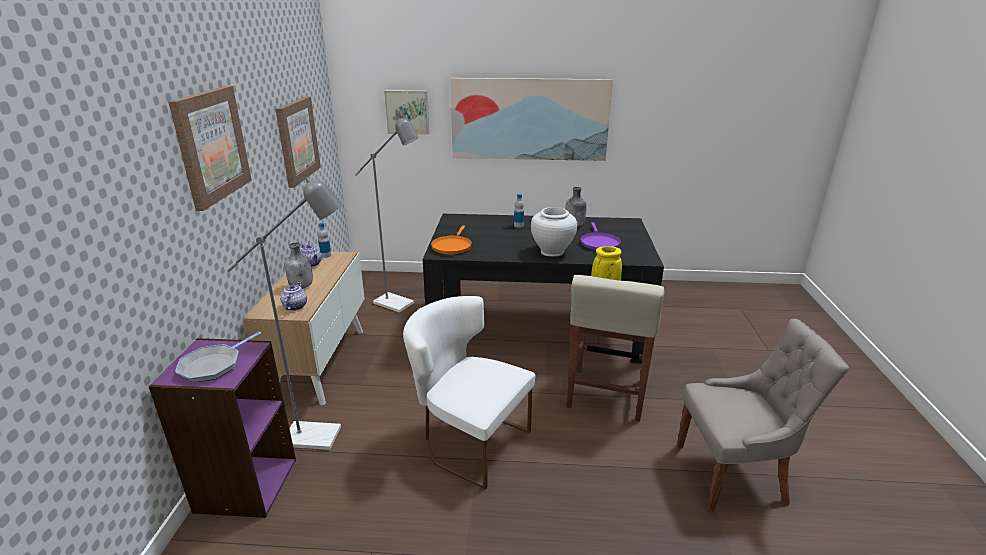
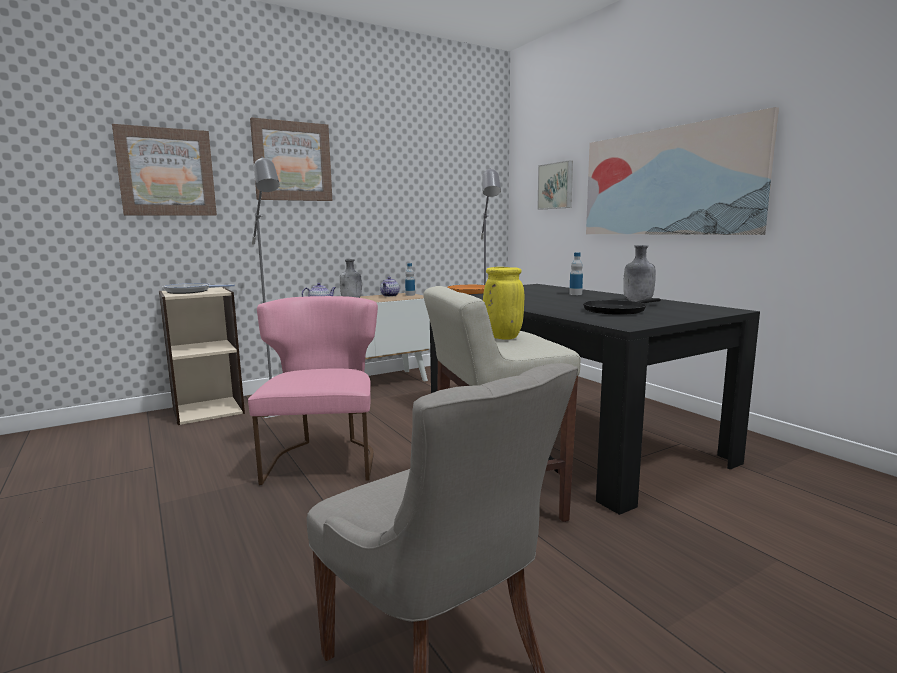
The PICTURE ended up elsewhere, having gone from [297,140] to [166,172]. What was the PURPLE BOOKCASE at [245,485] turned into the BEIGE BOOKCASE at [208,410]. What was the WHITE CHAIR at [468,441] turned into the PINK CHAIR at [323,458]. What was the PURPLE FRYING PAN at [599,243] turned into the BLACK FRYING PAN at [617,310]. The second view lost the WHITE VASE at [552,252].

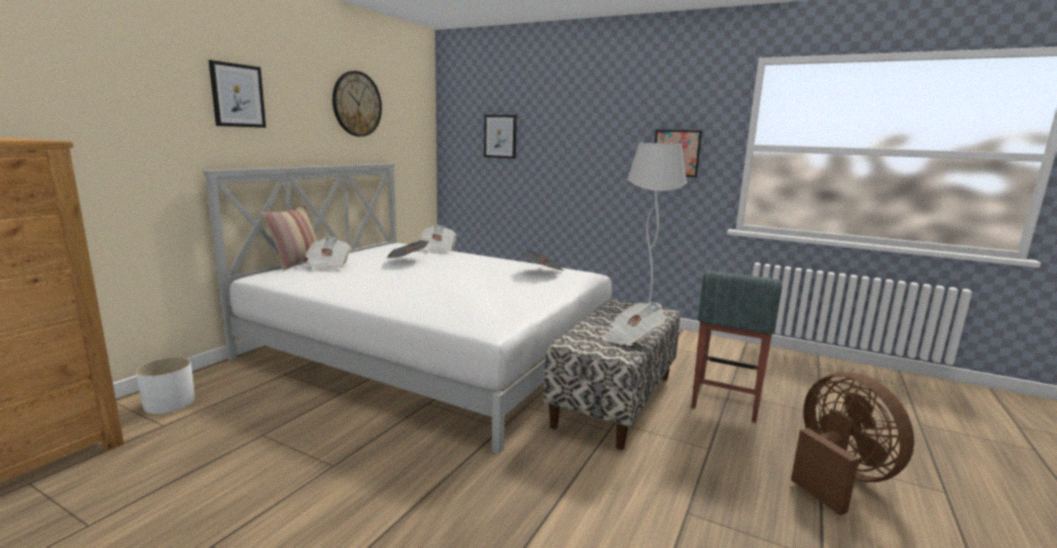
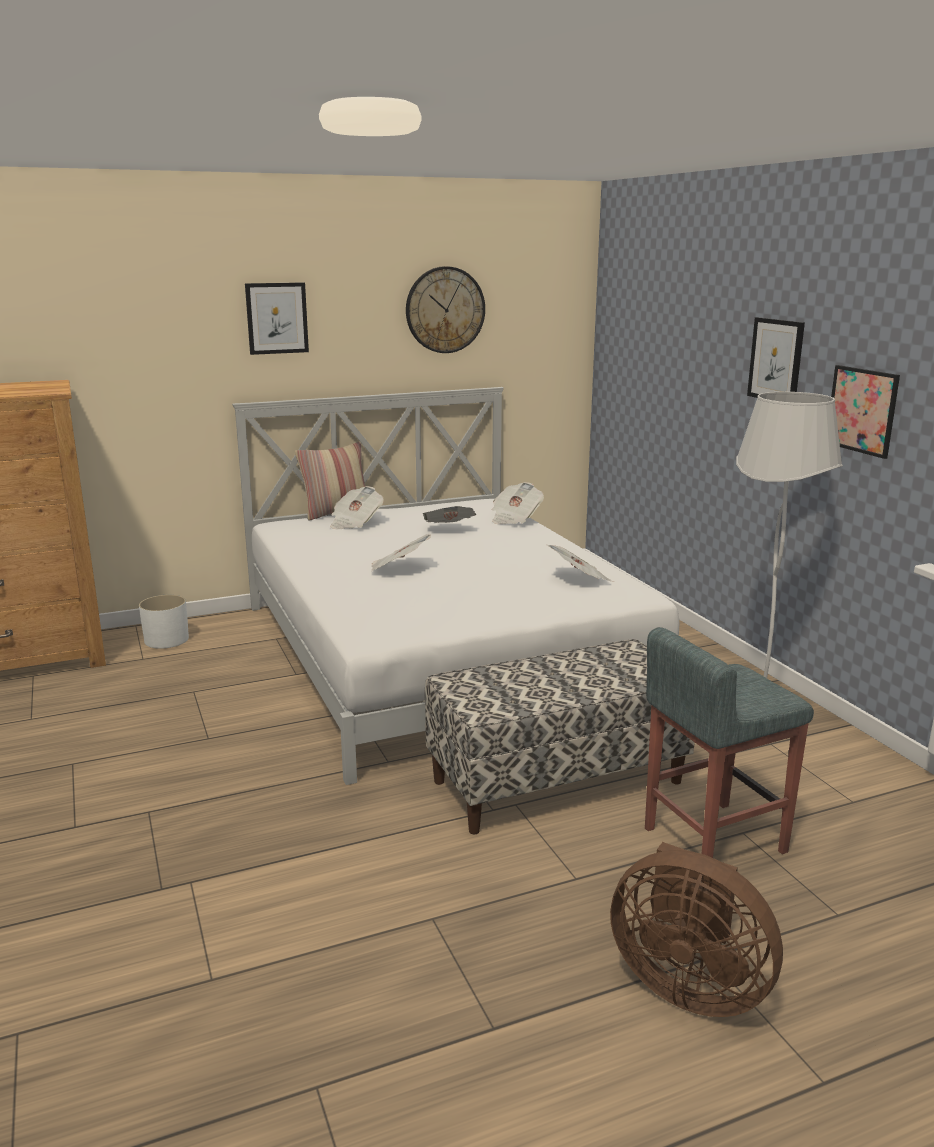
The NEWSPAPER ended up elsewhere, having gone from [631,339] to [399,569]. The BROWN FAN at [837,477] ended up facing another way, 105 degrees clockwise from before. The PICTURE ended up elsewhere, having gone from [500,136] to [776,360].

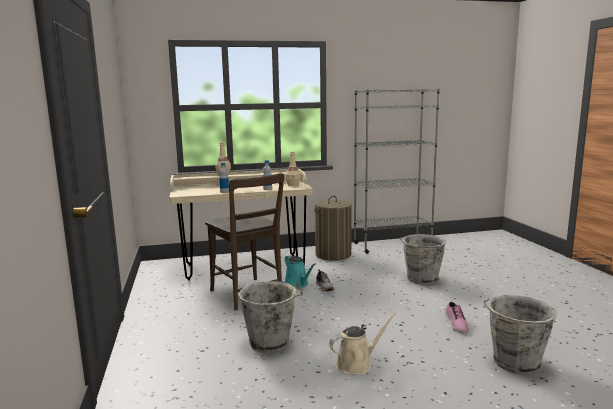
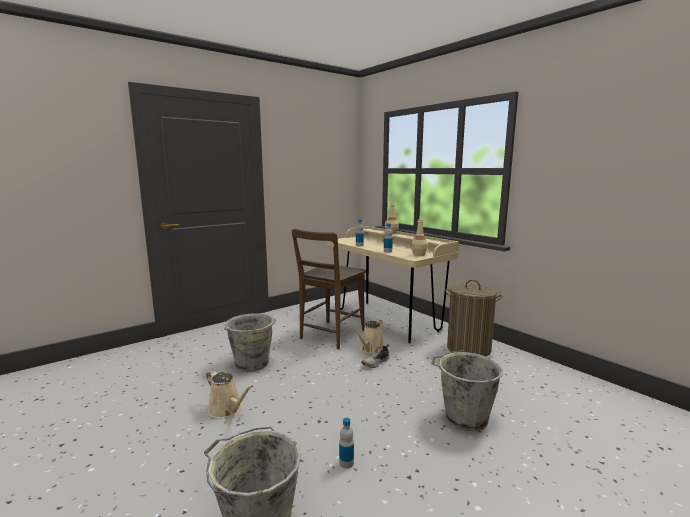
Where the SHOE stood at [456,323], the BOTTLE came to stand at [346,463]. What was the TURQUOISE WATERING CAN at [297,284] turned into the BEIGE WATERING CAN at [371,349]. The second view lost the GREY BOOKCASE at [392,245].

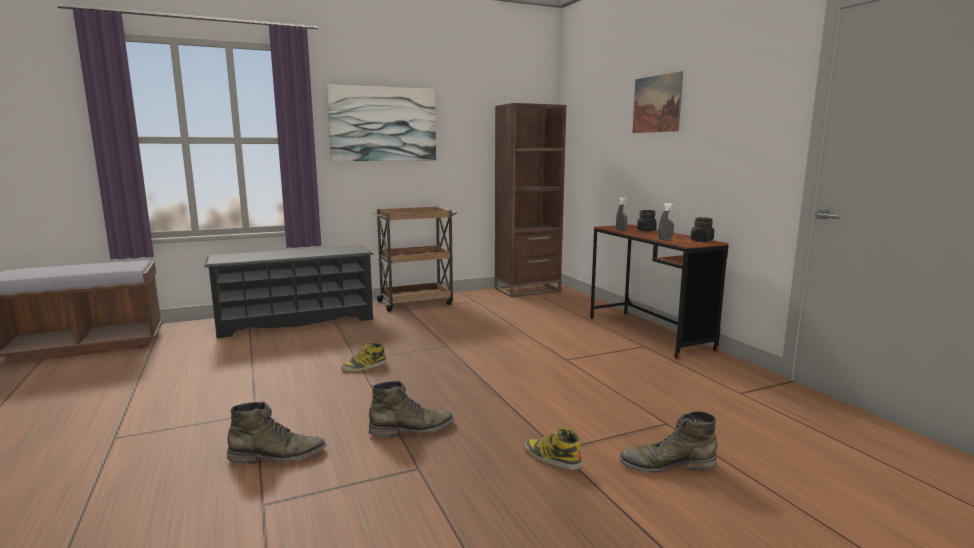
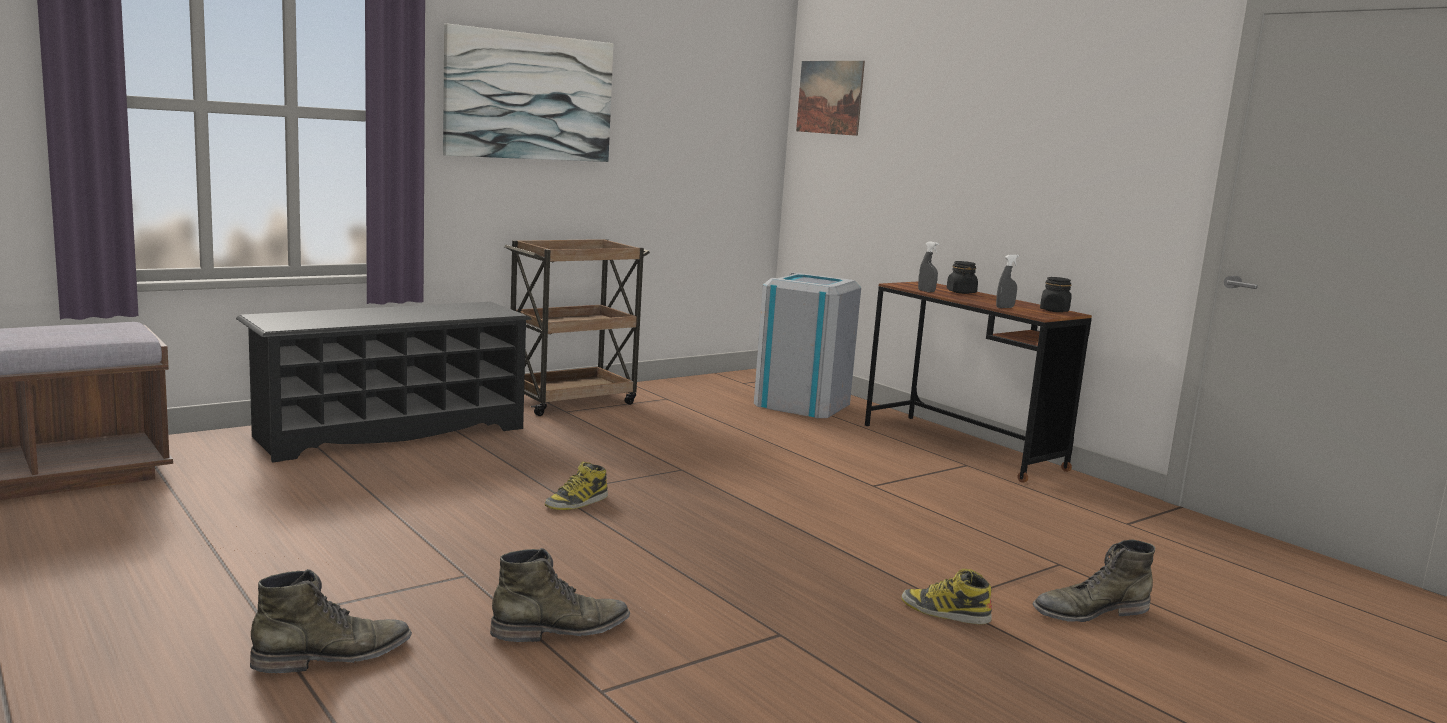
The GREEN BOOT ended up elsewhere, having gone from [412,429] to [334,656]. The second view gained the GREY TRASH CAN at [802,404]. The PICTURE ended up elsewhere, having gone from [656,104] to [829,97]. The second view lost the BROWN BOOKCASE at [527,290].

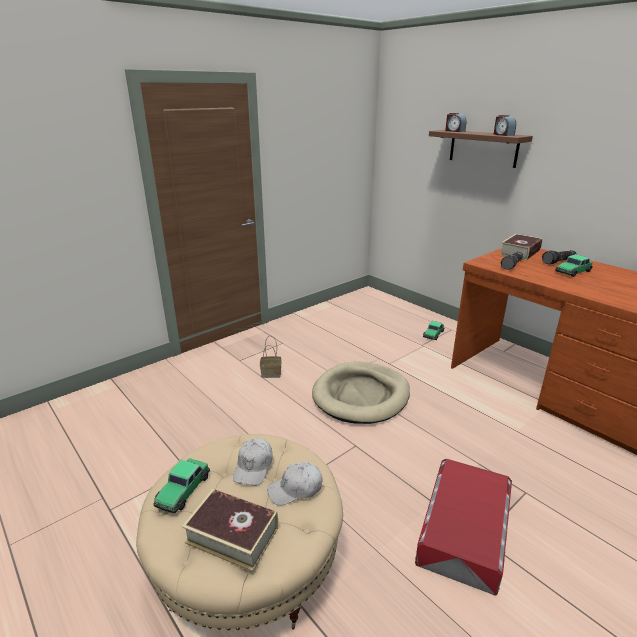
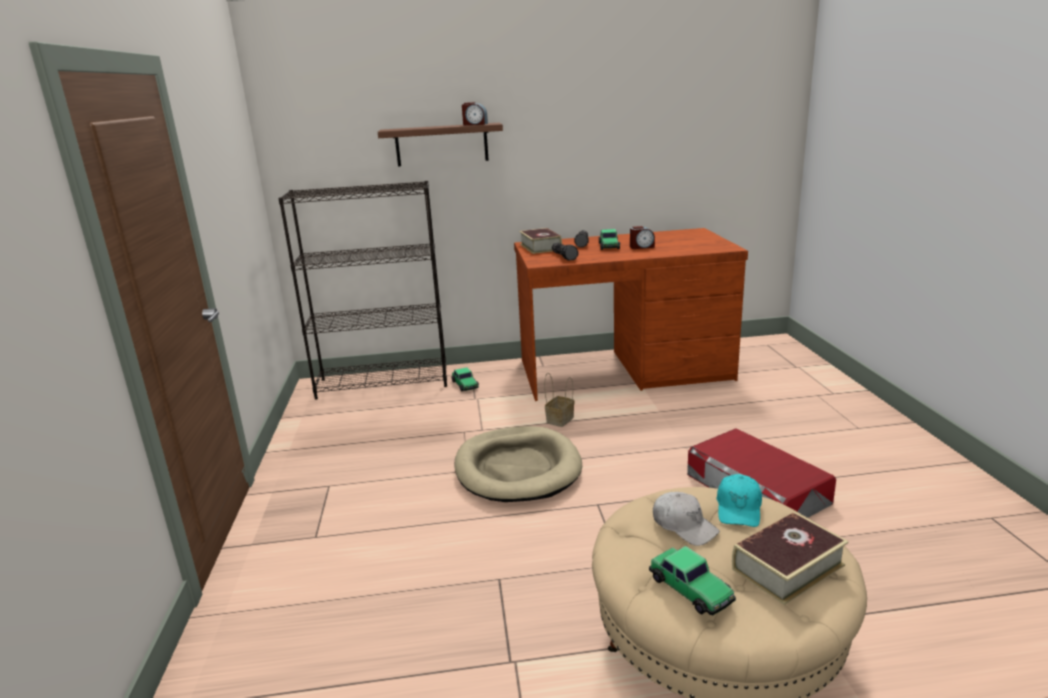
The second view gained the BLACK BOOKCASE at [384,382]. The BASKET ended up elsewhere, having gone from [272,373] to [560,419]. The ALARM CLOCK ended up elsewhere, having gone from [454,131] to [641,247]. What was the WHITE CAP at [295,489] turned into the TURQUOISE CAP at [739,509].

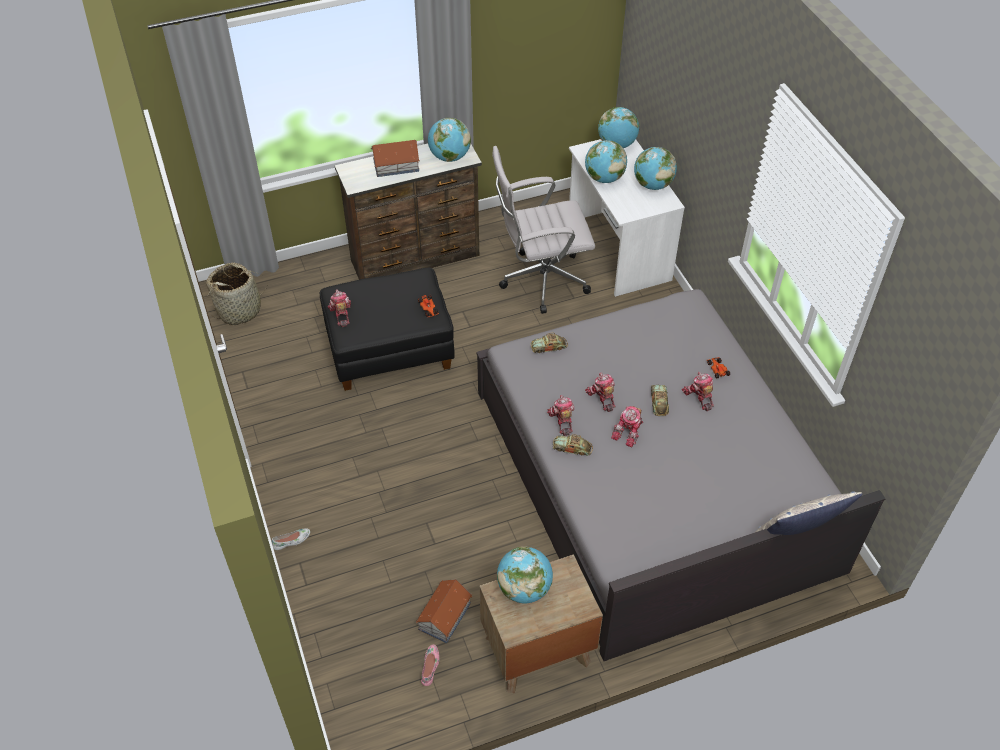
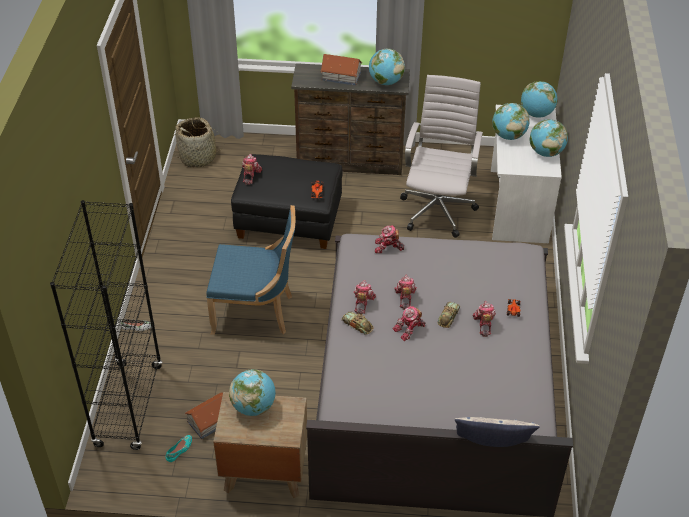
The second view gained the BLACK BOOKCASE at [128,406]. What was the PINK SHOE at [430,666] turned into the TURQUOISE SHOE at [179,450]. The second view gained the BLUE CHAIR at [256,312]. Where the TOY CAR stood at [549,346], the TOY ROBOT came to stand at [388,247]. The WHITE OFFICE CHAIR at [540,281] ended up facing another way, 90 degrees clockwise from before.

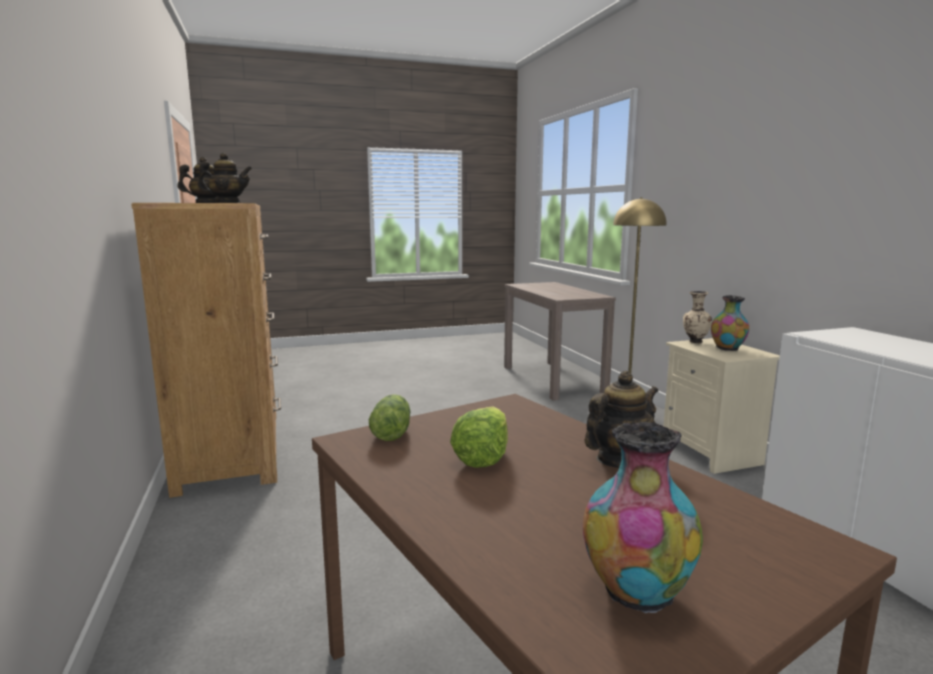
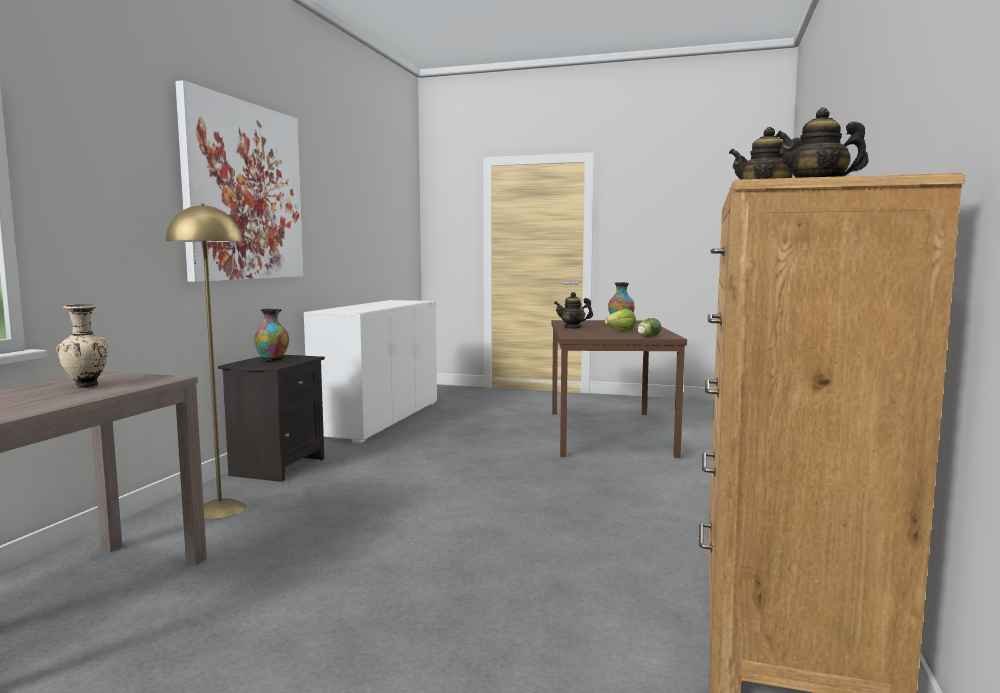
The BEIGE VASE ended up elsewhere, having gone from [694,342] to [86,386]. The second view gained the PICTURE at [244,192]. What was the BEIGE NIGHTSTAND at [713,453] turned into the BLACK NIGHTSTAND at [277,466].

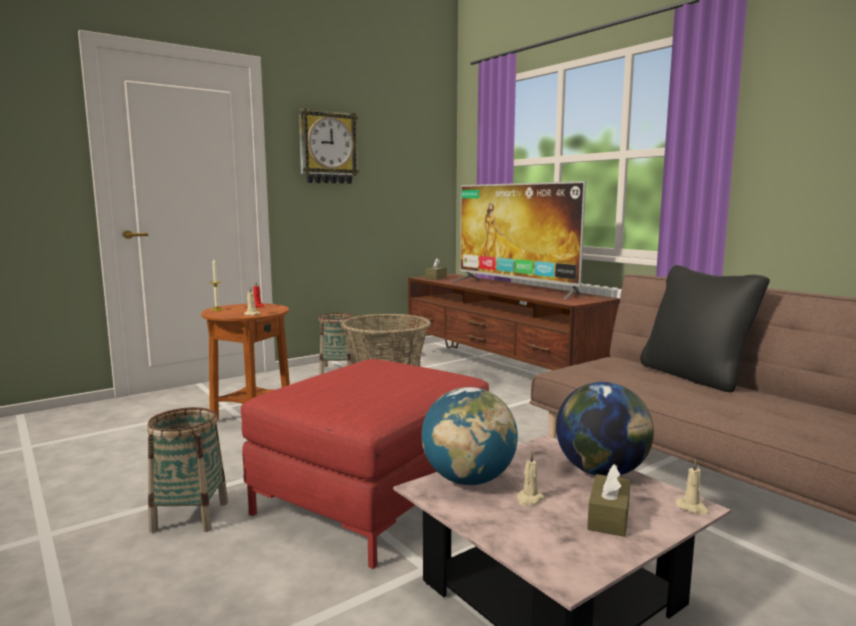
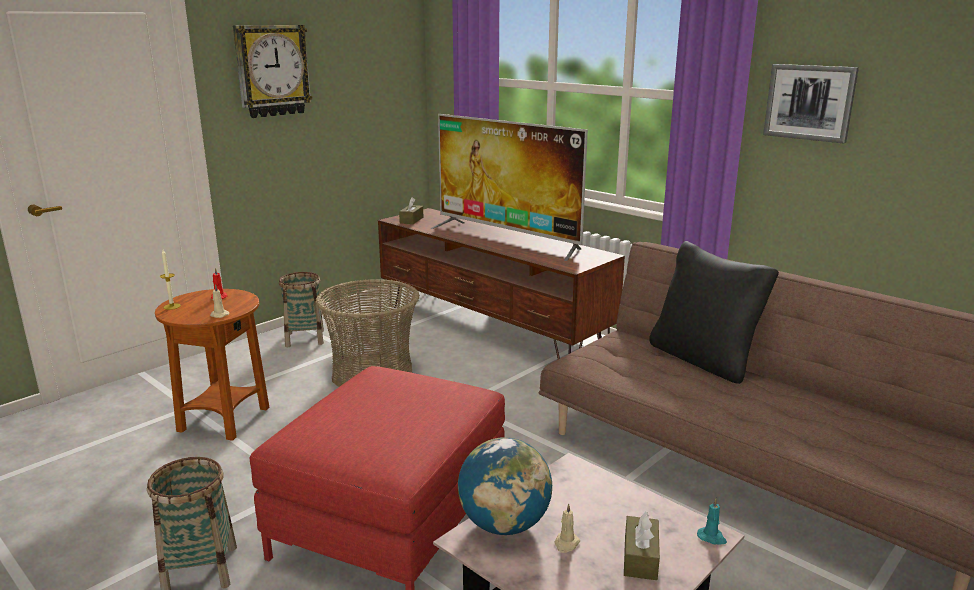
What was the BEIGE CANDLE at [692,508] turned into the TURQUOISE CANDLE at [712,537]. The second view gained the PICTURE at [809,102]. The second view lost the GLOBE at [602,472].

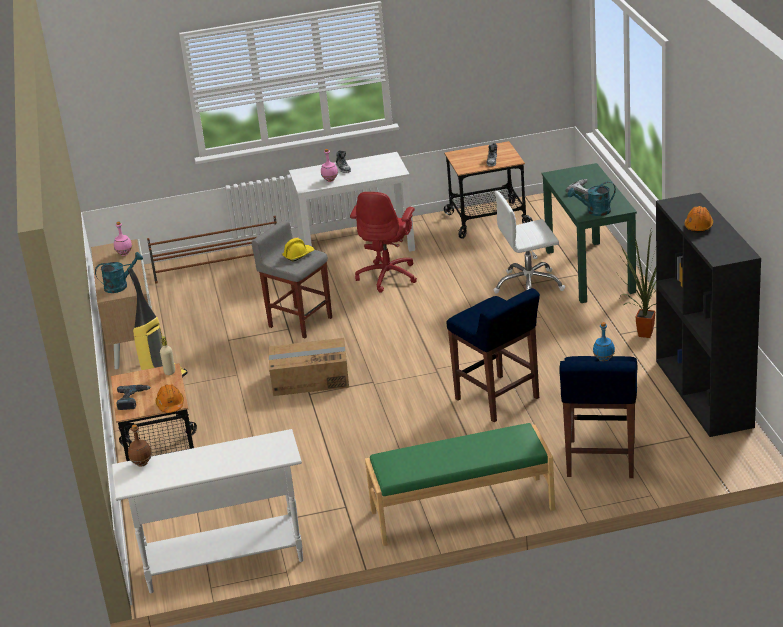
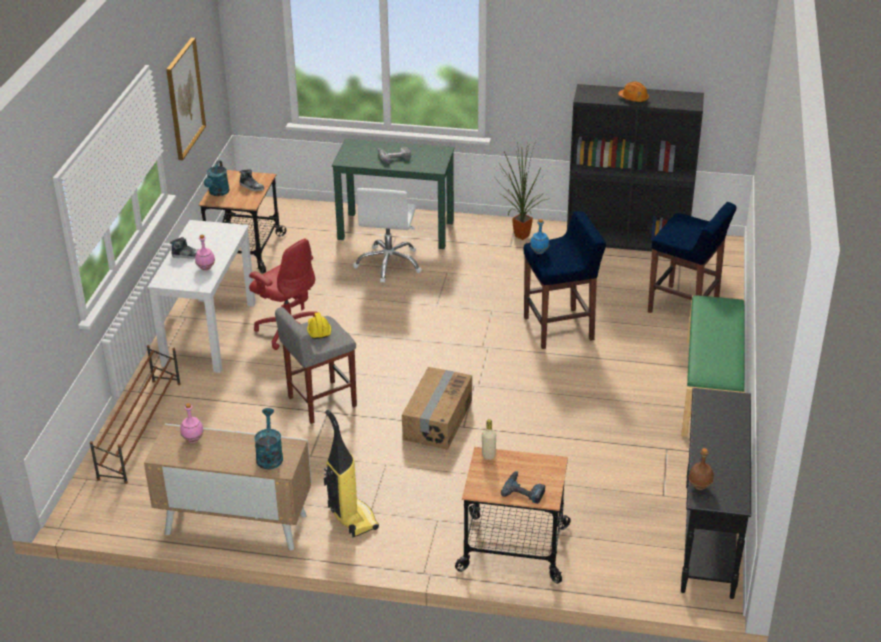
The second view gained the PICTURE at [184,98]. The TURQUOISE WATERING CAN ended up elsewhere, having gone from [594,212] to [218,193]. The BLUE BOTTLE ended up elsewhere, having gone from [603,360] to [539,252]. What was the WHITE CONSOLE TABLE at [223,561] turned into the BLACK CONSOLE TABLE at [708,540]. The second view lost the ORANGE HARD HAT at [170,405].

